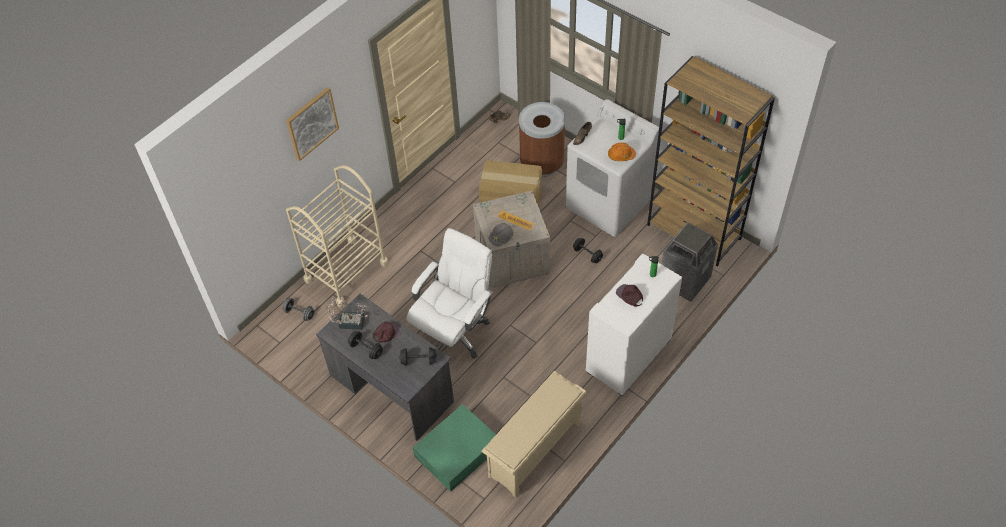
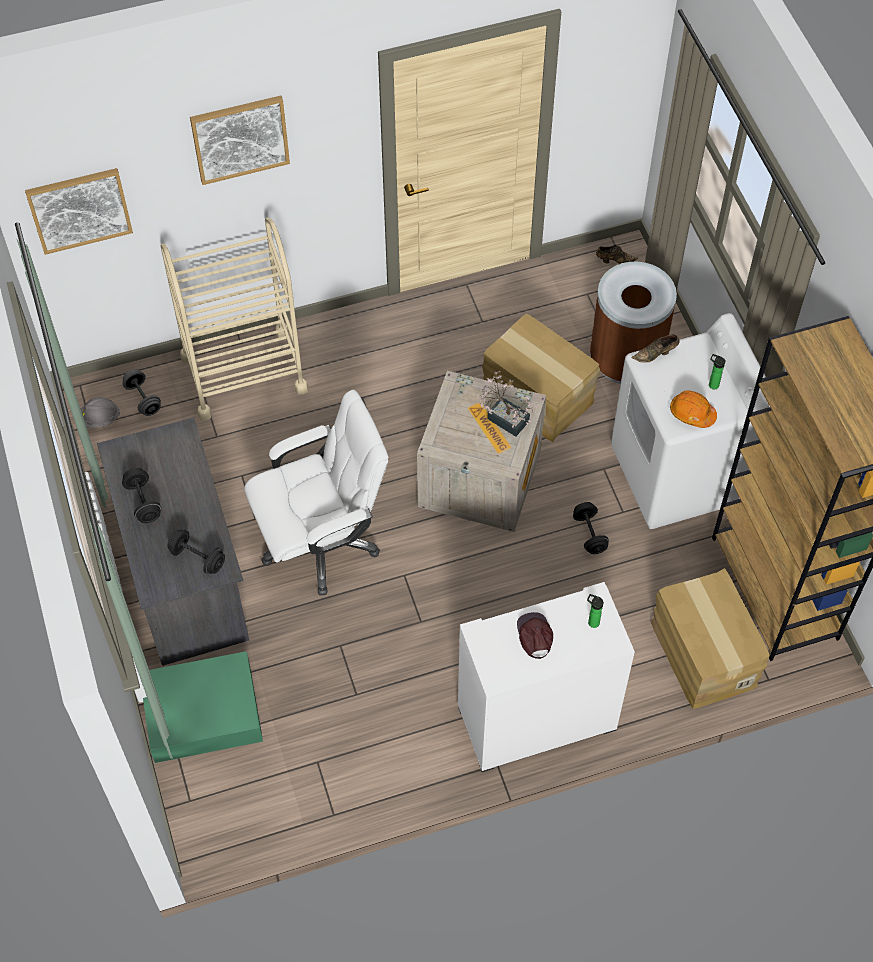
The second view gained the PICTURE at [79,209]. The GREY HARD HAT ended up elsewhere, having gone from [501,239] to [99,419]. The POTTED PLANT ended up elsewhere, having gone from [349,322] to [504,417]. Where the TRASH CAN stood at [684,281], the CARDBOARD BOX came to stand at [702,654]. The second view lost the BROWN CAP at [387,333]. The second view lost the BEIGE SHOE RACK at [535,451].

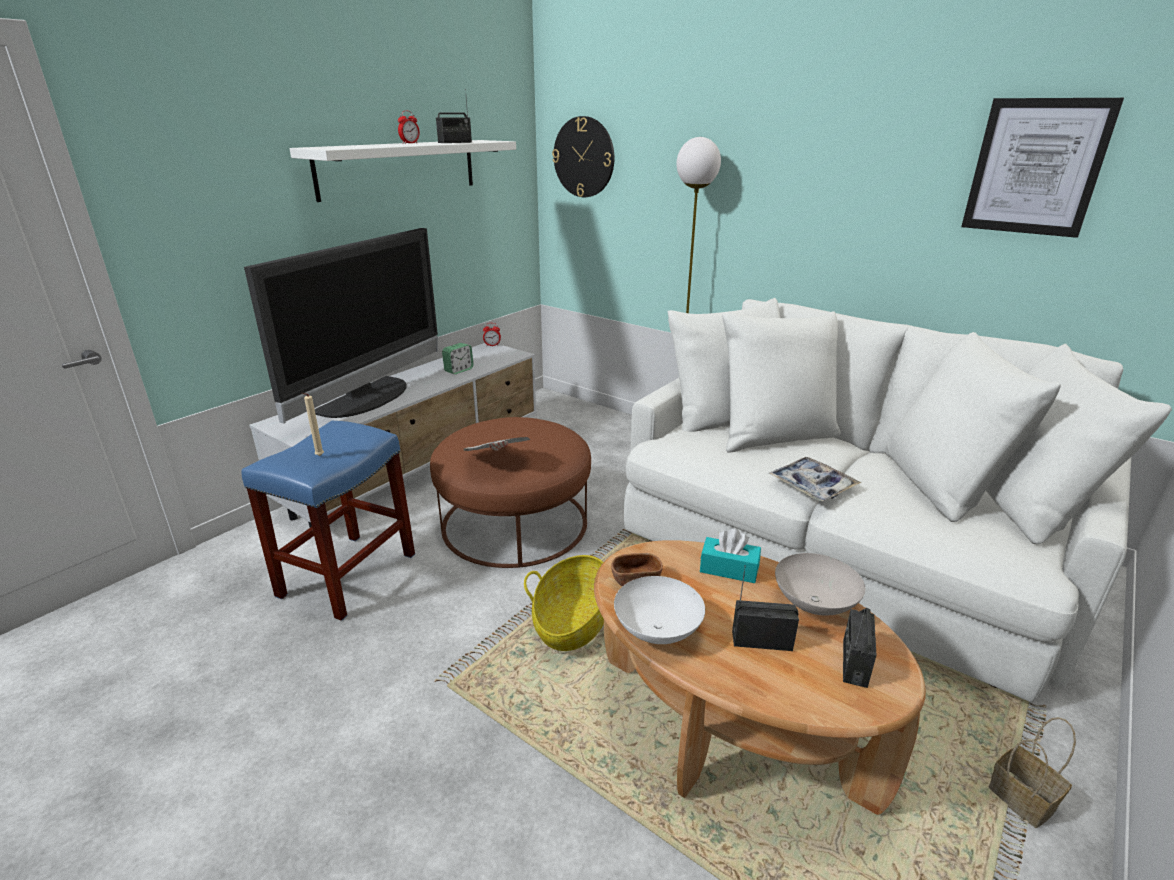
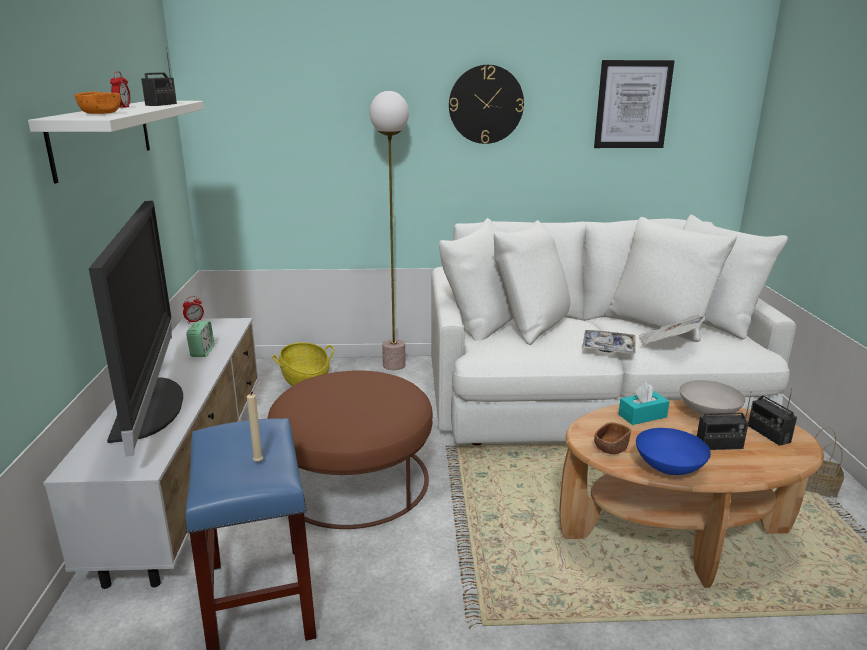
The second view gained the ORANGE BOWL at [101,113]. The BASKET ended up elsewhere, having gone from [572,622] to [305,379]. The WALL CLOCK ended up elsewhere, having gone from [584,157] to [486,104]. What was the WHITE BOWL at [659,631] turned into the BLUE BOWL at [670,468]. The NEWSPAPER ended up elsewhere, having gone from [497,461] to [666,344]. The RADIO at [761,640] ended up facing another way, 150 degrees counterclockwise from before.

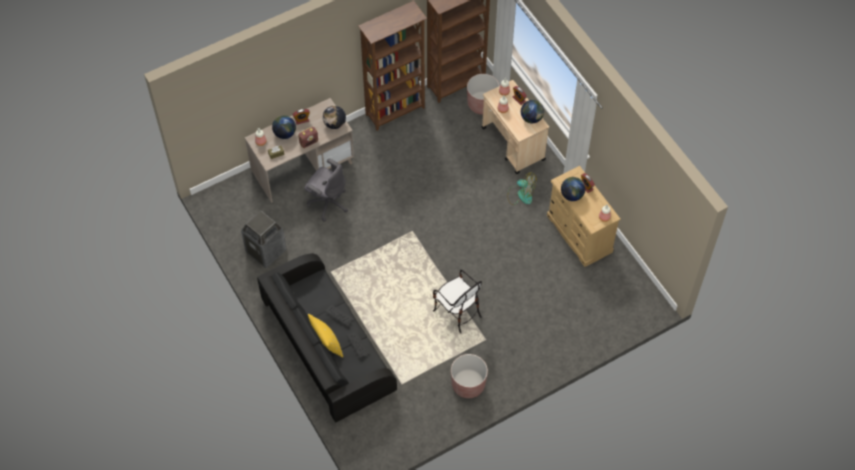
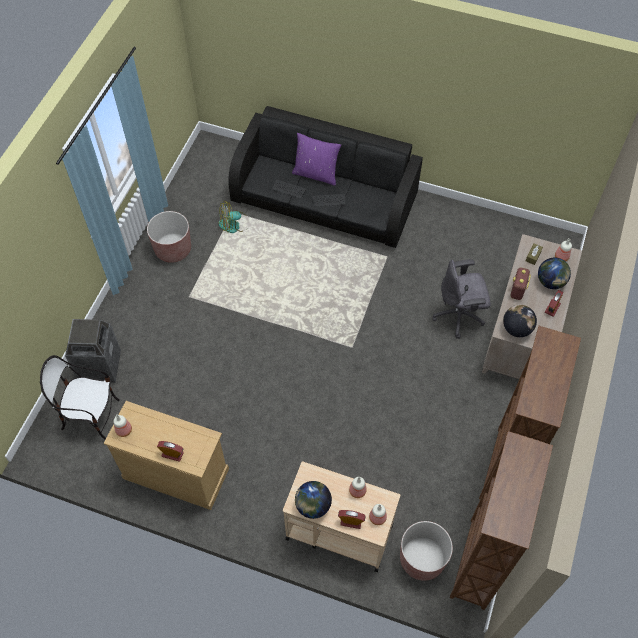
The CHAIR ended up elsewhere, having gone from [457,312] to [91,416]. The TRASH CAN ended up elsewhere, having gone from [266,251] to [99,366]. The FAN ended up elsewhere, having gone from [521,194] to [234,225]. What was the YELLOW PILLOW at [327,344] turned into the PURPLE PILLOW at [316,174]. The second view lost the GLOBE at [572,195].

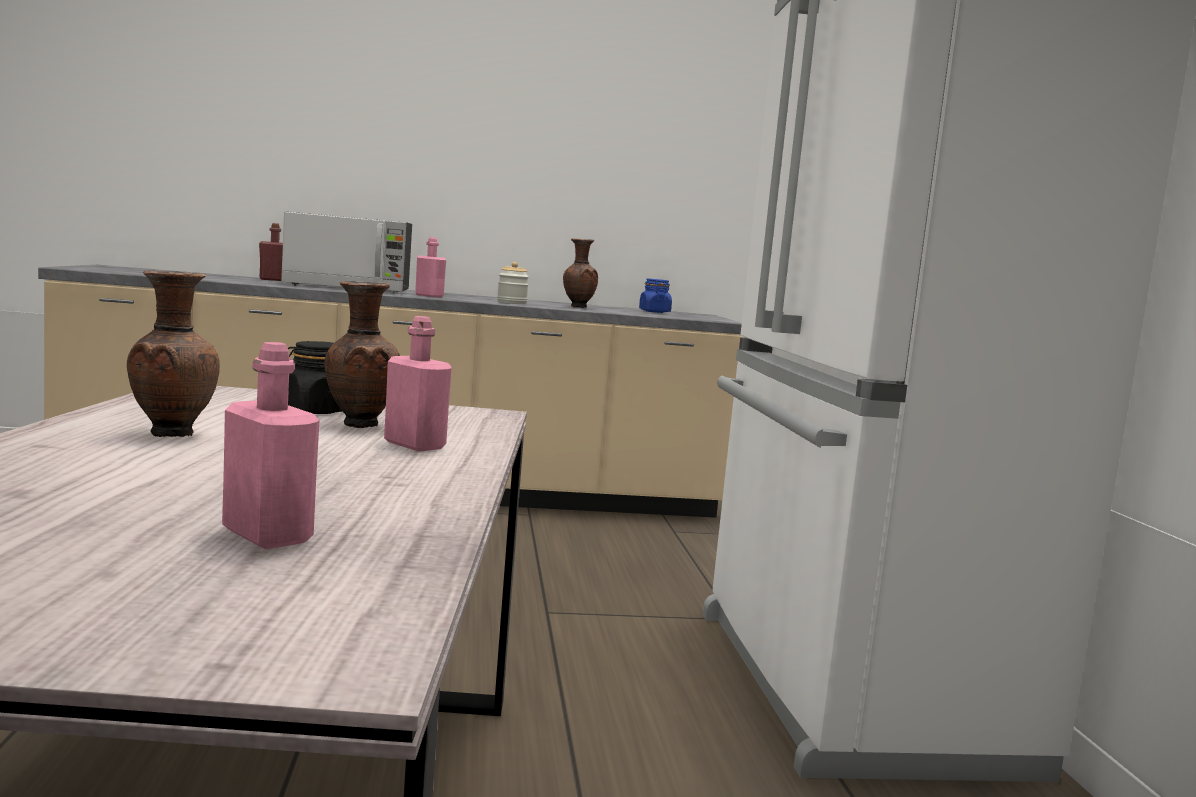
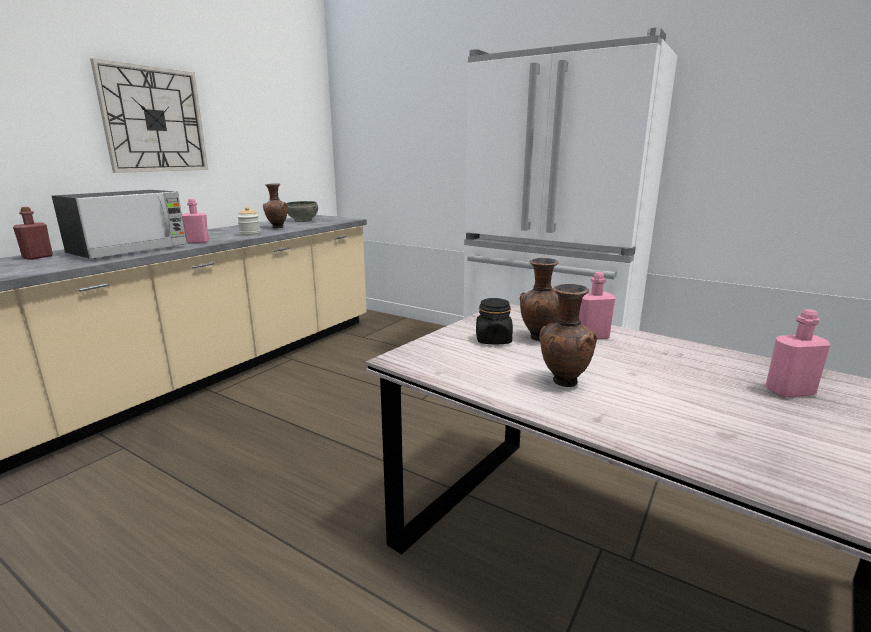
The second view gained the WALL CLOCK at [154,120]. Where the BLUE JAR stood at [654,312], the GREY BOWL came to stand at [303,220].

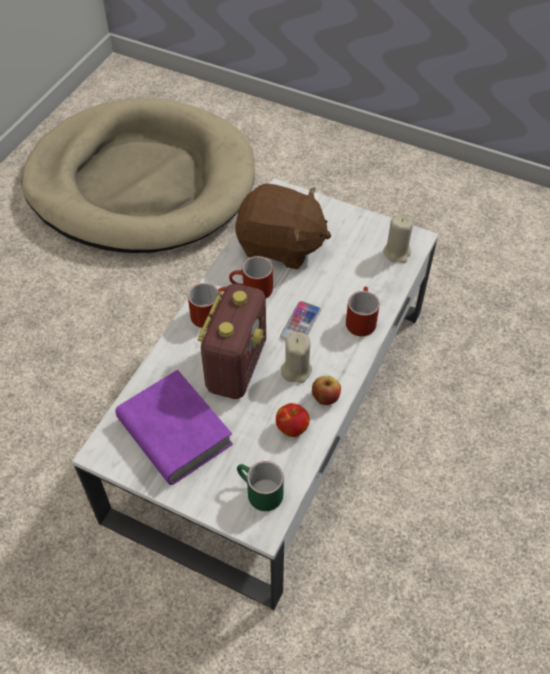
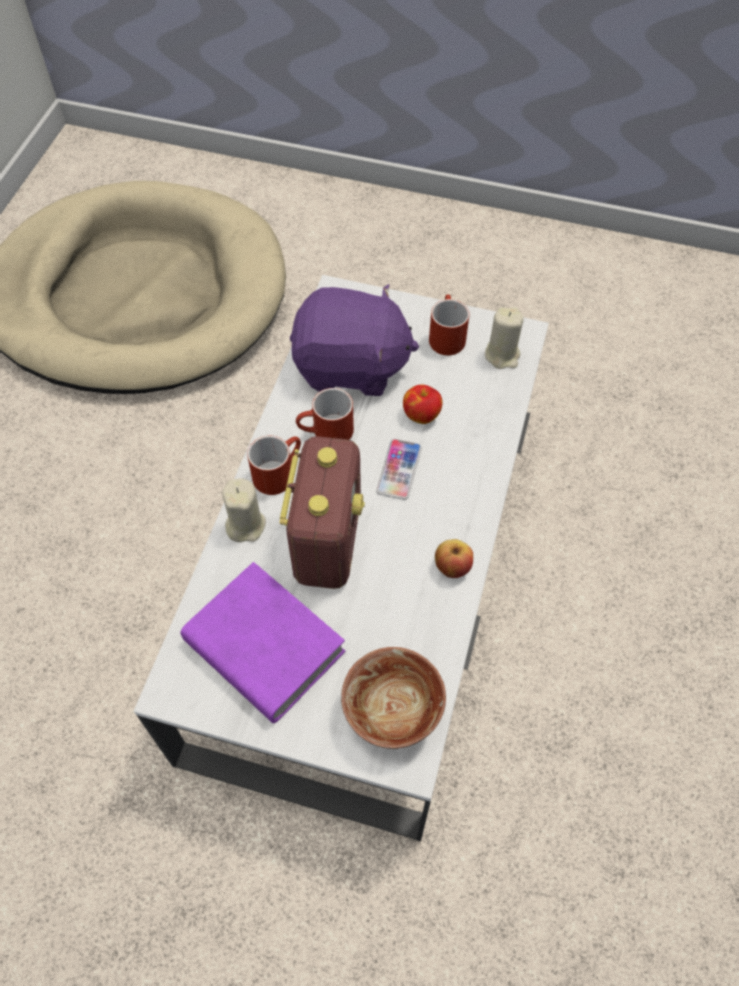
The BEIGE CANDLE ended up elsewhere, having gone from [296,370] to [245,524]. What was the BROWN PLUSH TOY at [280,246] turned into the PURPLE PLUSH TOY at [351,367]. Where the GREEN MUG stood at [258,492], the BOWL came to stand at [393,713]. The APPLE ended up elsewhere, having gone from [292,427] to [421,414]. The RED MUG ended up elsewhere, having gone from [360,319] to [445,335].

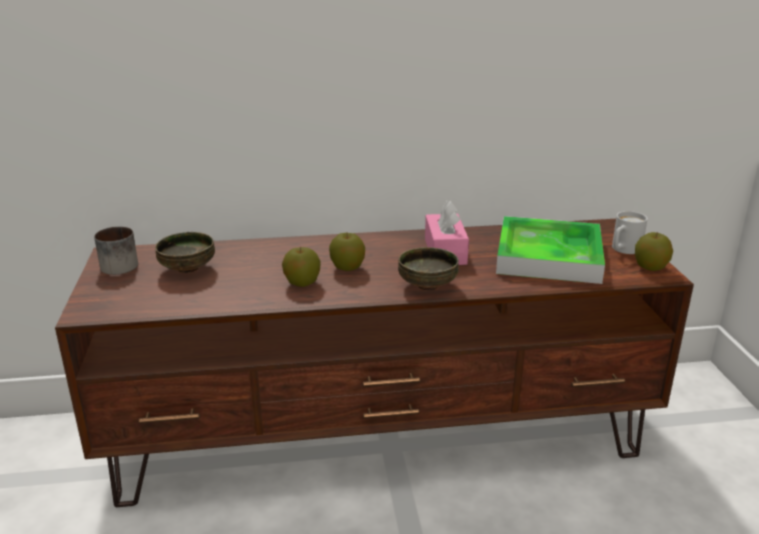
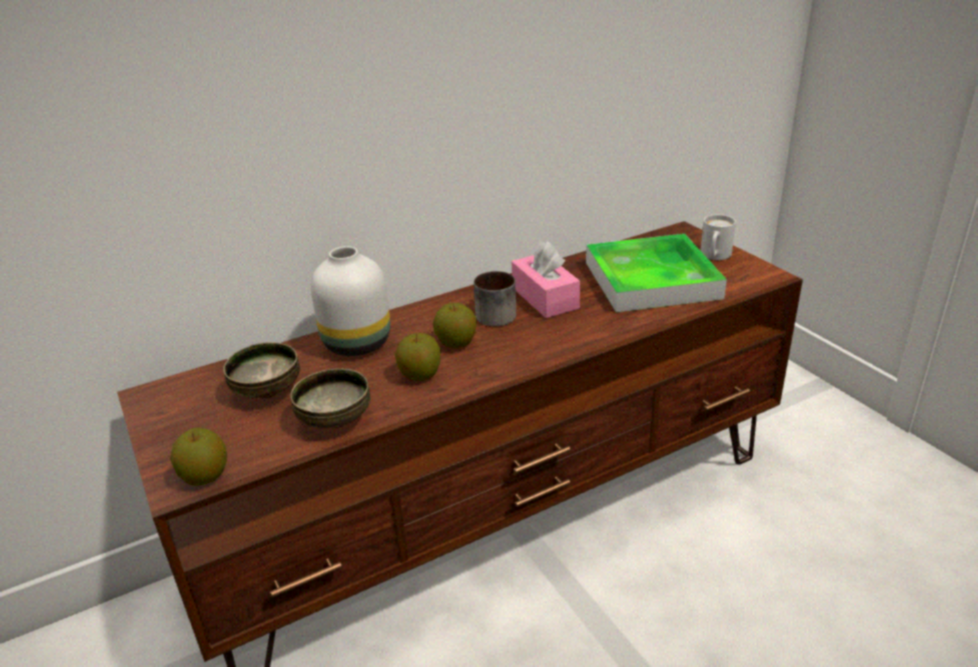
The APPLE ended up elsewhere, having gone from [650,268] to [205,476]. The BOWL ended up elsewhere, having gone from [427,286] to [335,421]. The second view gained the WHITE VASE at [358,344]. The MUG ended up elsewhere, having gone from [119,264] to [492,314].

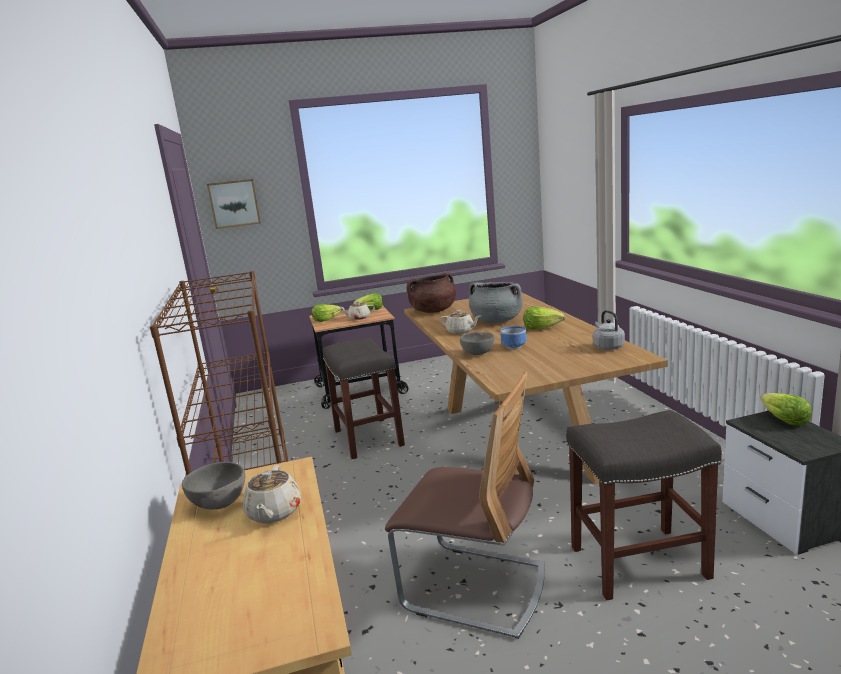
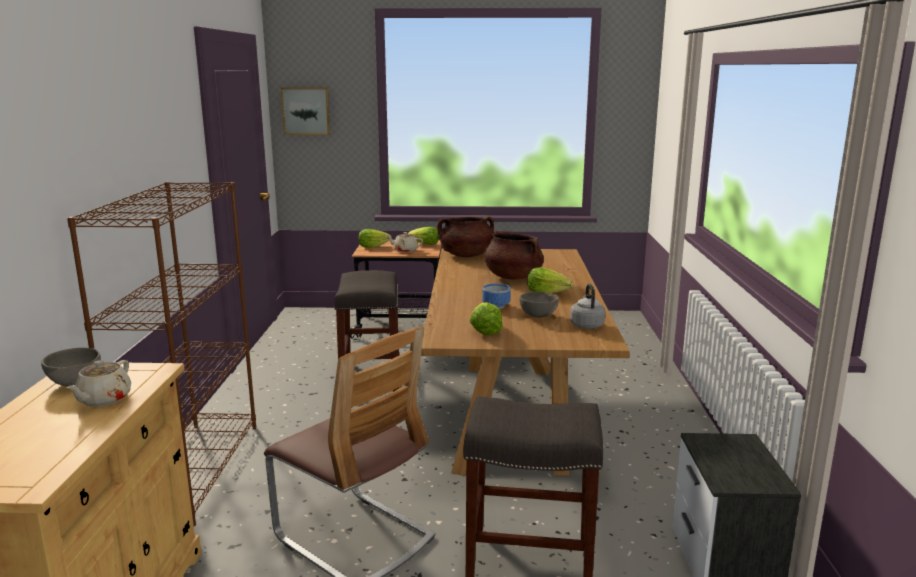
The LETTUCE ended up elsewhere, having gone from [783,420] to [485,330]. What was the GREY COOKING POT at [496,321] turned into the BROWN COOKING POT at [512,277]. The GREY BOWL ended up elsewhere, having gone from [478,353] to [539,316]. The second view lost the BEIGE TEAPOT at [461,331].

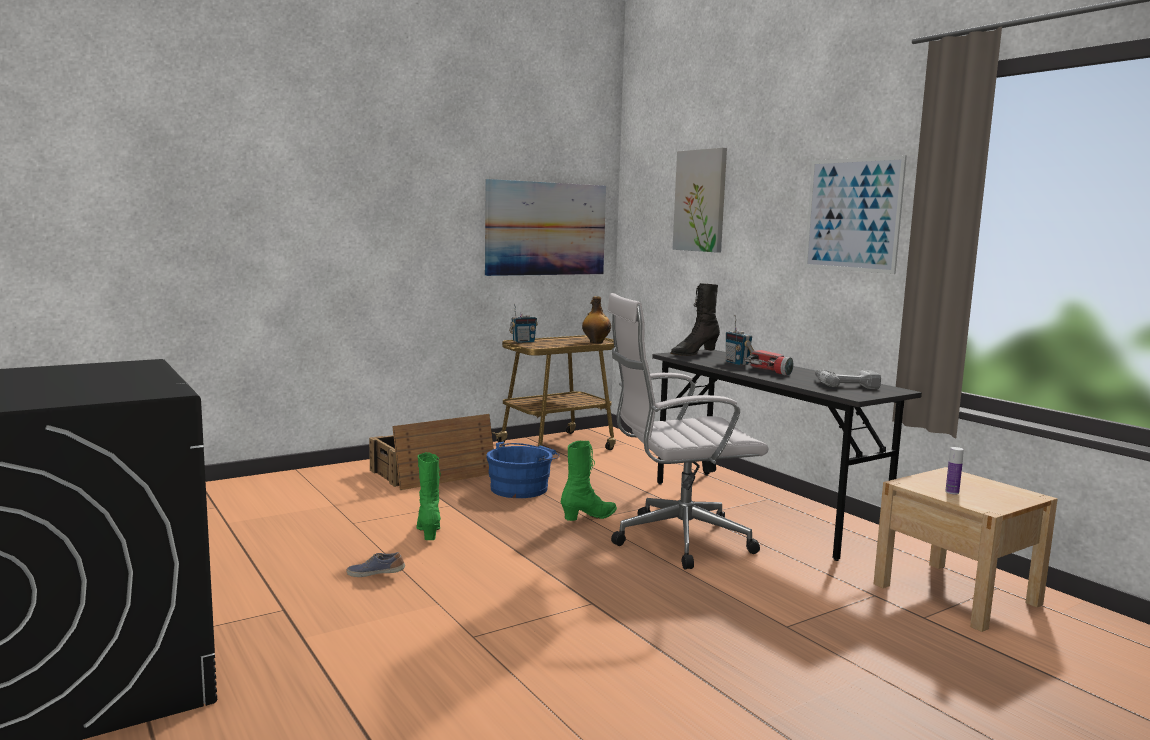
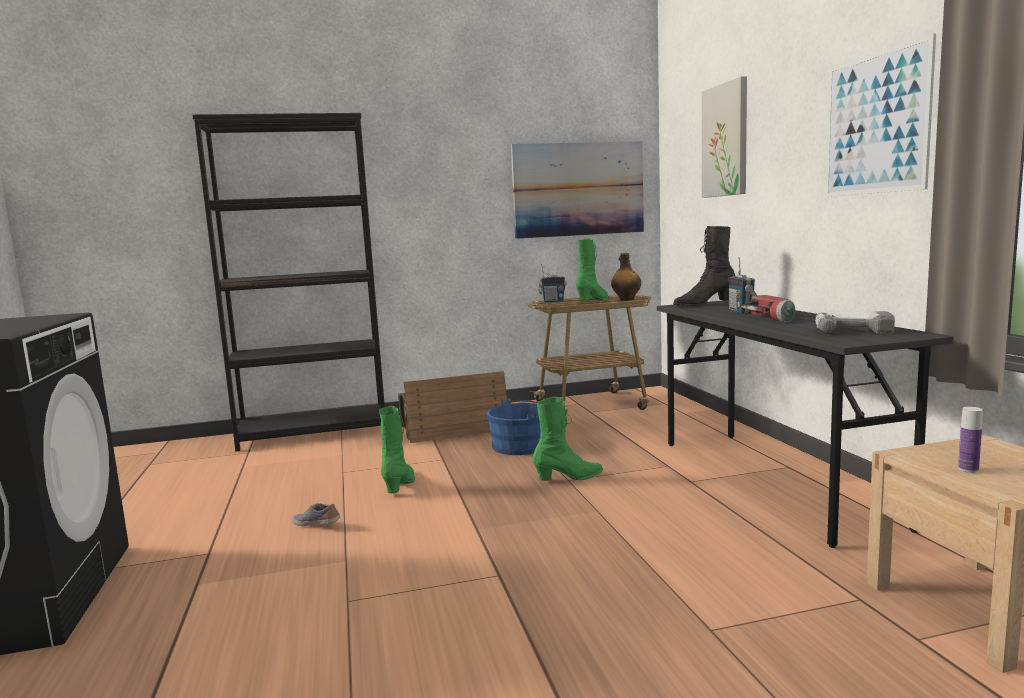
The second view gained the BLACK BOOKCASE at [314,434]. The second view gained the GREEN BOOT at [594,300]. The second view lost the WHITE OFFICE CHAIR at [675,541].

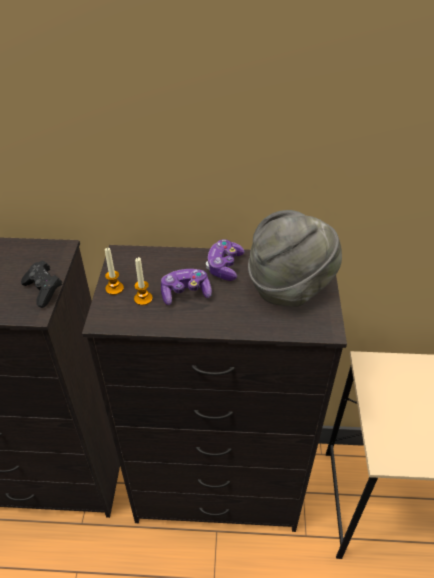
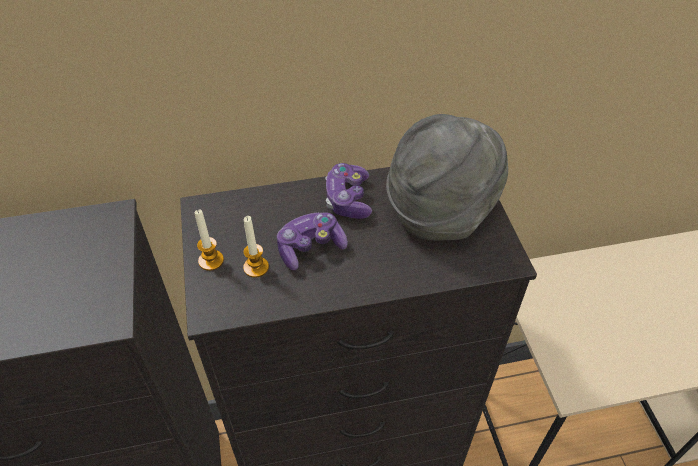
The second view lost the BLACK GAME CONTROLLER at [44,290].

